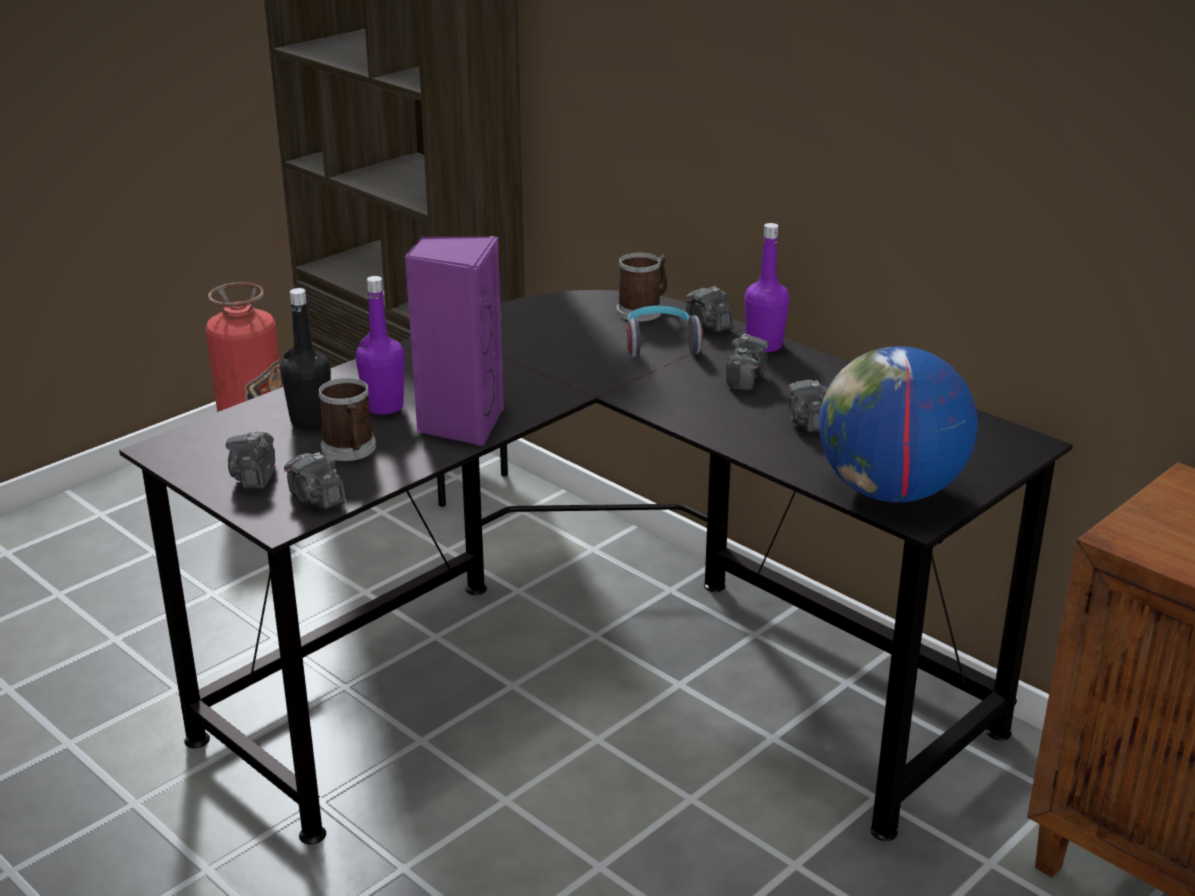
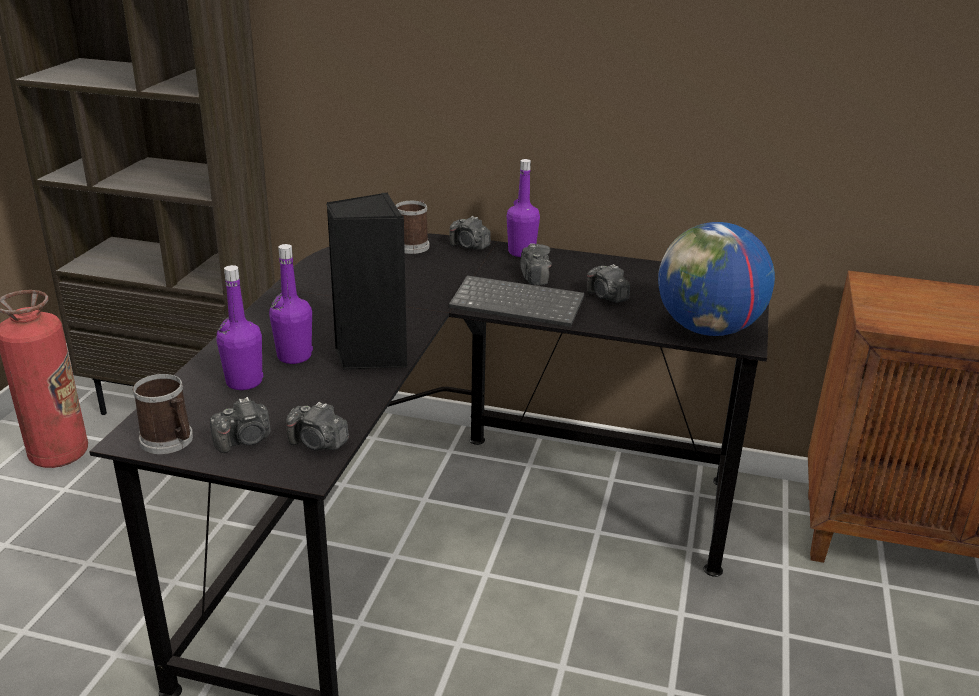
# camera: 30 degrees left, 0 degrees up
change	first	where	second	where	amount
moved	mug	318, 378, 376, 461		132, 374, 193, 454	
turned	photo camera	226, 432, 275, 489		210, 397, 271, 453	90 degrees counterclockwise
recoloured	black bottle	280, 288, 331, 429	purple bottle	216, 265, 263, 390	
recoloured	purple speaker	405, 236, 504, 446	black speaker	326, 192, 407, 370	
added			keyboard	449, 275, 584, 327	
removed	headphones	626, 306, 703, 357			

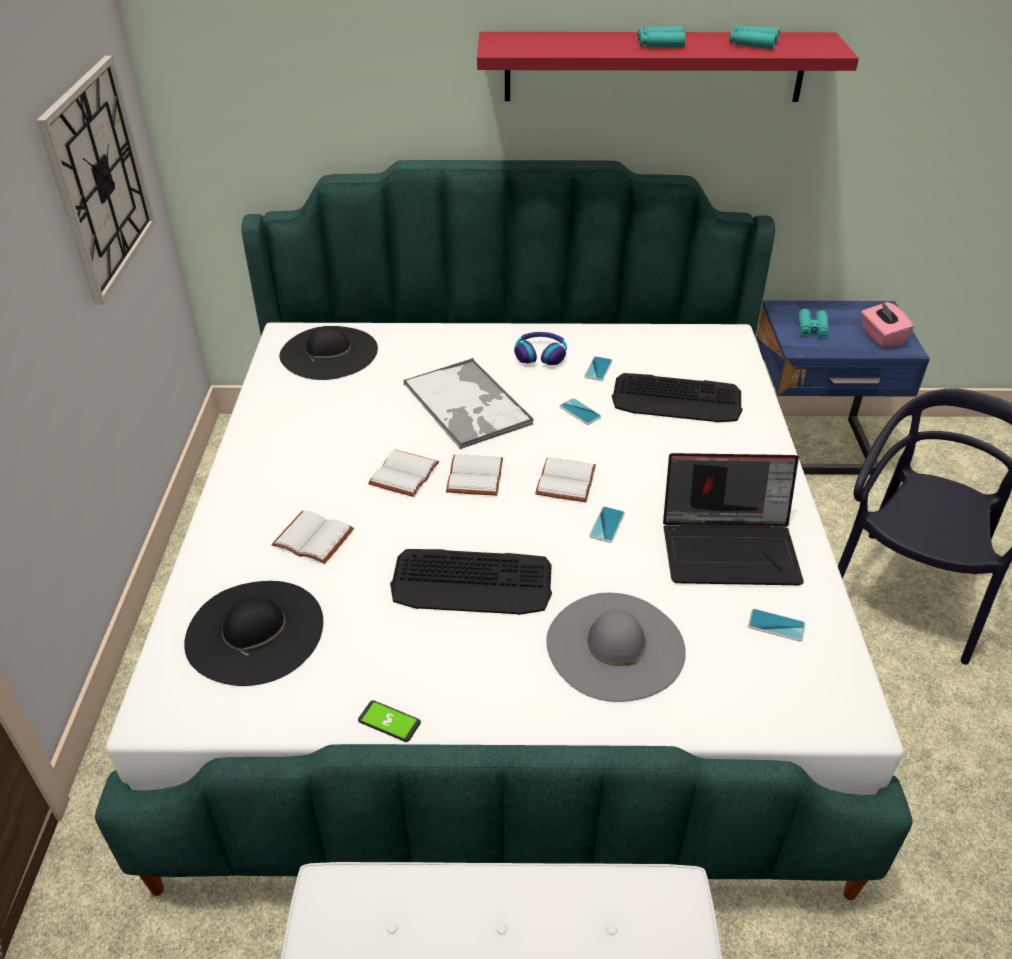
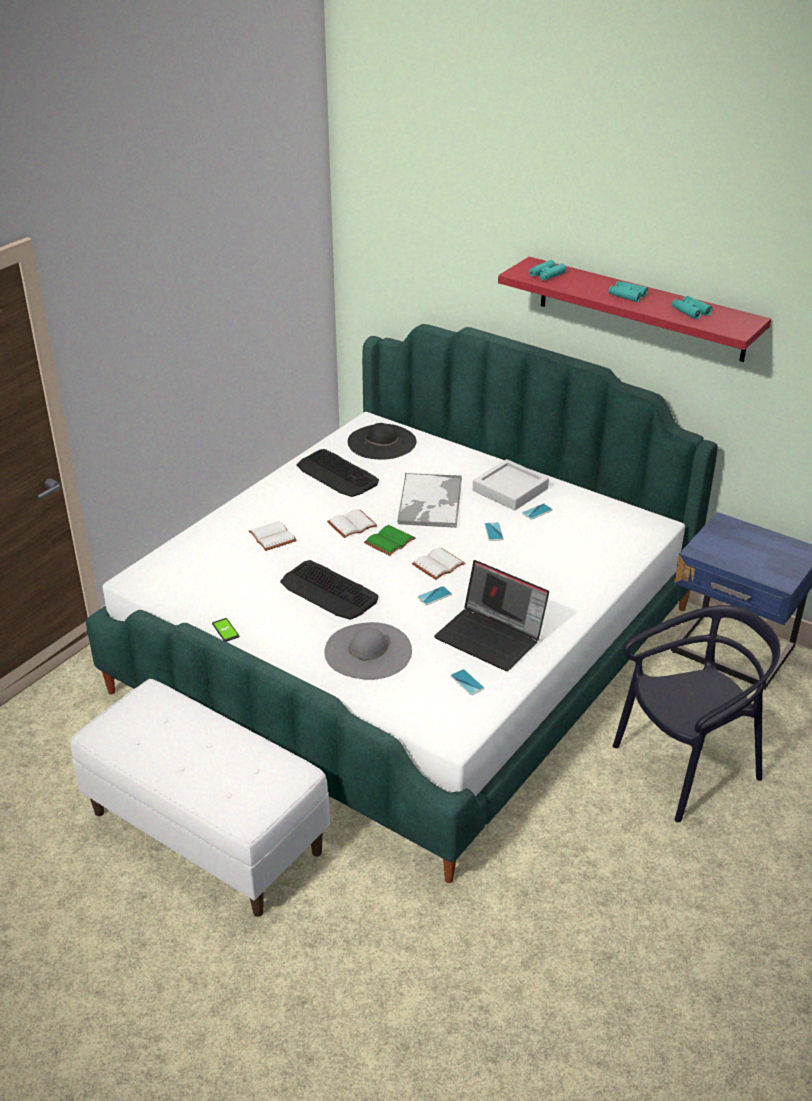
# camera: 35 degrees right, 5 degrees down
change	first	where	second	where	amount
moved	keyboard	612, 373, 743, 422		297, 449, 379, 497	
recoloured	white book	446, 455, 503, 496	green book	364, 525, 416, 556	
replaced	headphones	514, 332, 567, 365	grey tray	473, 459, 549, 510	
moved	turquoise binoculars	799, 309, 829, 338		529, 260, 566, 281	
removed	wall clock	36, 56, 155, 305			
removed	black hat	184, 581, 323, 686			
removed	pink tissue box	861, 301, 914, 348			

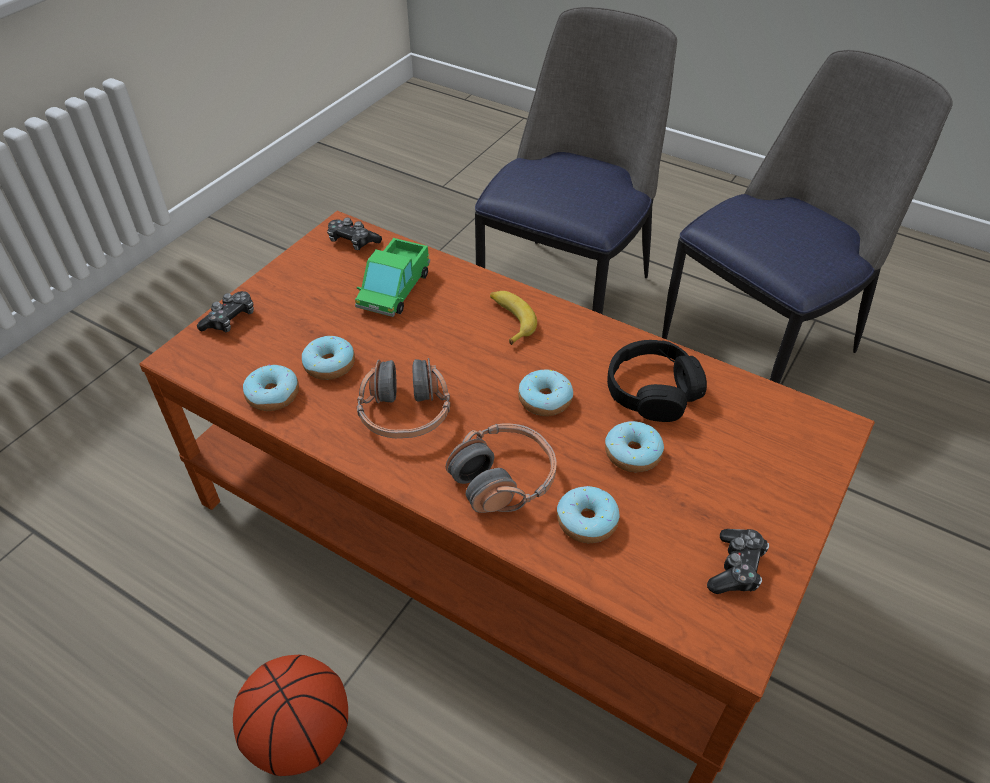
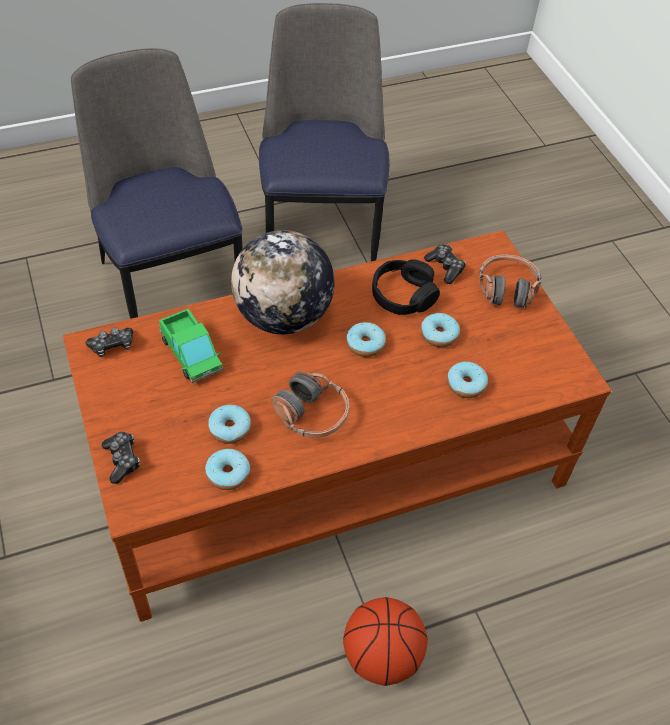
# camera: 55 degrees left, 5 degrees up
change	first	where	second	where	amount
replaced	banana	490, 291, 537, 345	globe	231, 230, 335, 334	
moved	game controller	707, 529, 769, 594		424, 244, 466, 284	
moved	headphones	446, 423, 557, 513		479, 254, 541, 309	

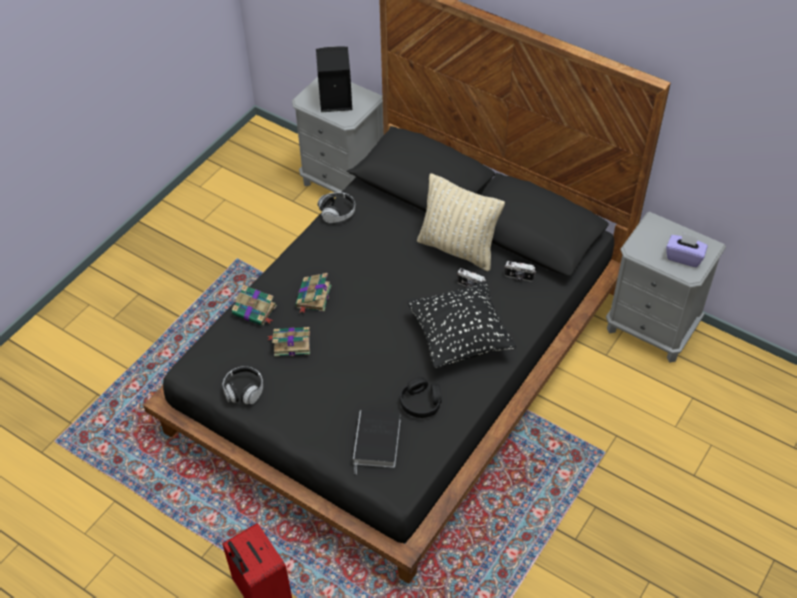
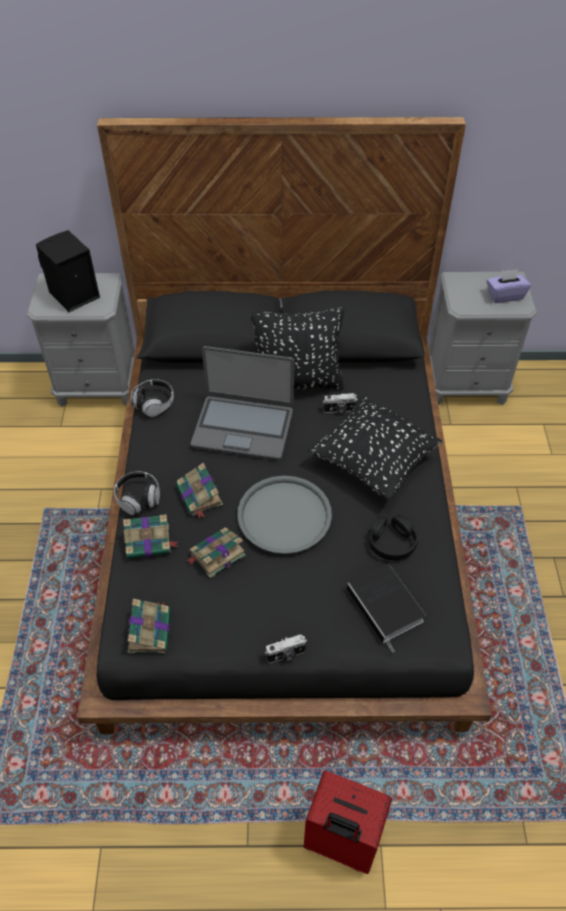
# camera: 35 degrees left, 0 degrees up
change	first	where	second	where	amount
moved	headphones	222, 366, 263, 404		114, 471, 160, 515	
added			book	127, 599, 171, 653	
added			laptop	191, 346, 294, 461	
added			grey tray	237, 476, 332, 554	
recoloured	beige pillow	417, 173, 505, 271	black pillow	251, 308, 344, 390	
moved	photo camera	505, 261, 536, 282		265, 634, 307, 663	

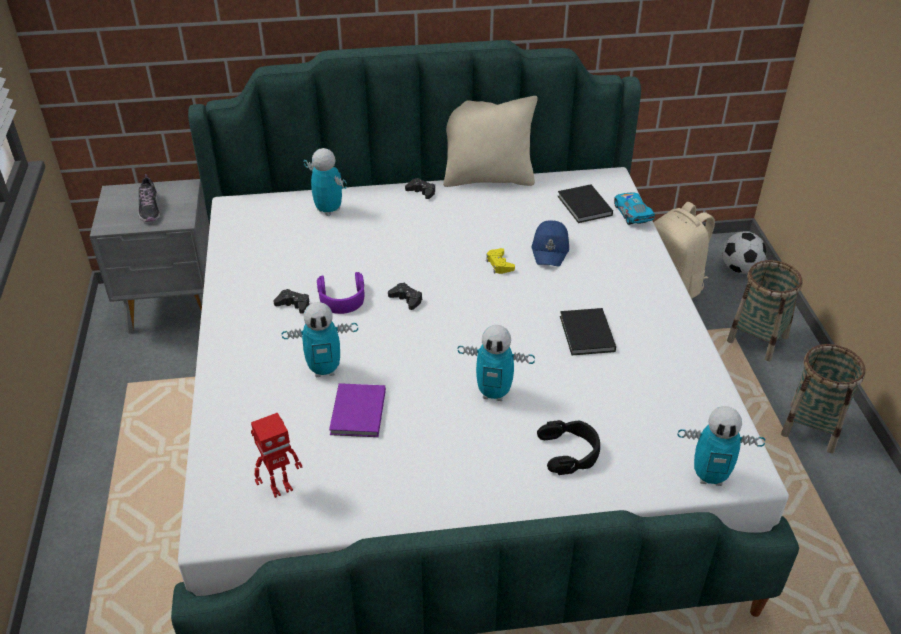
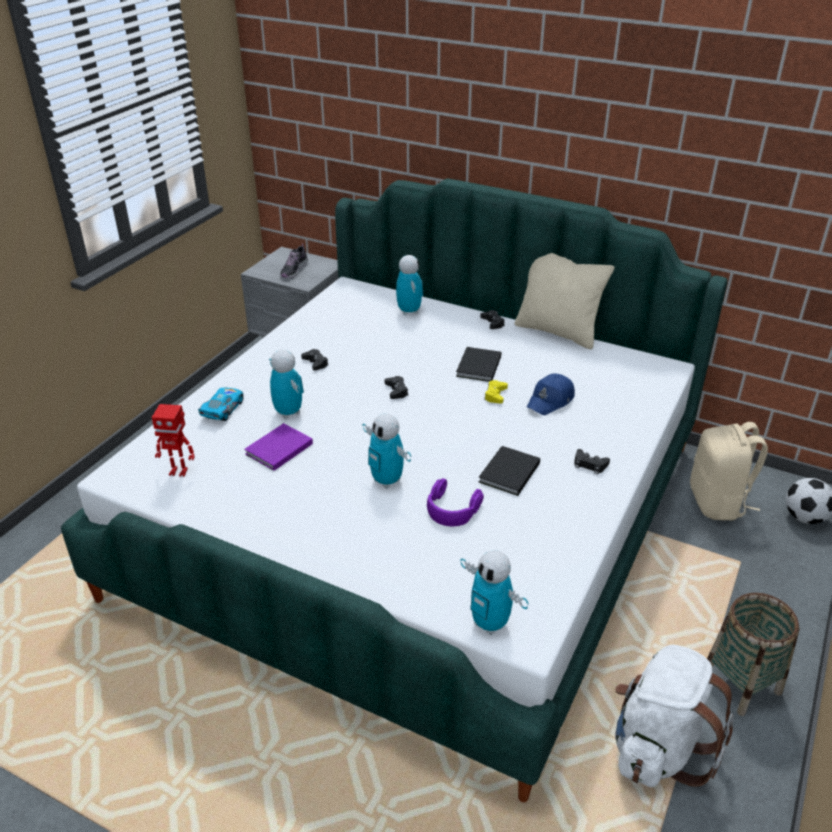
# camera: 35 degrees right, 5 degrees down
change	first	where	second	where	amount
moved	toy car	614, 193, 655, 225		198, 388, 243, 421	
turned	toy robot	282, 302, 358, 377		269, 349, 304, 419	150 degrees counterclockwise
moved	purple headphones	317, 272, 364, 314		427, 478, 484, 526	
moved	black book	558, 184, 613, 223		456, 347, 501, 382	
added			black game controller	574, 449, 610, 475	
added			white backpack	615, 644, 734, 787	
removed	black headphones	537, 420, 600, 475			
removed	basket	727, 260, 802, 361			

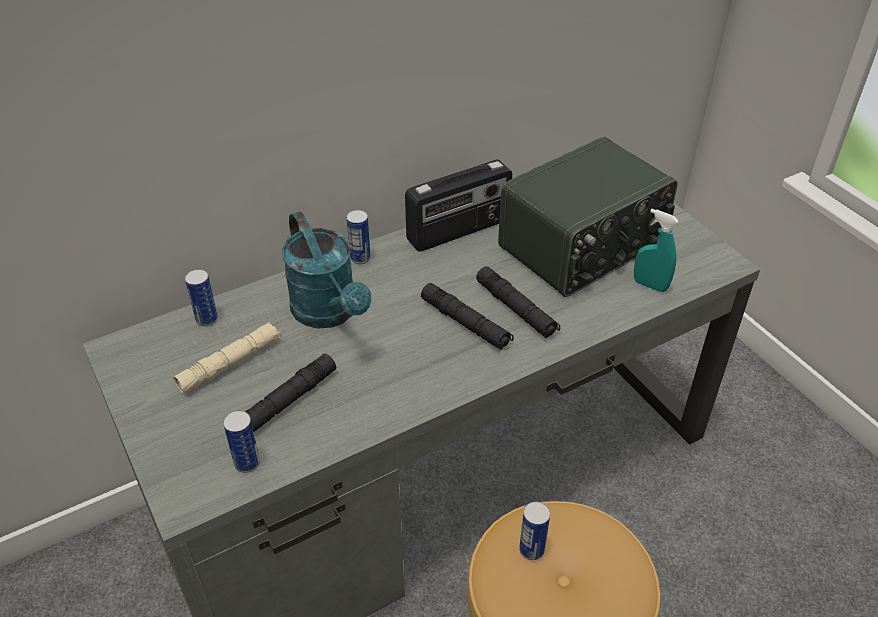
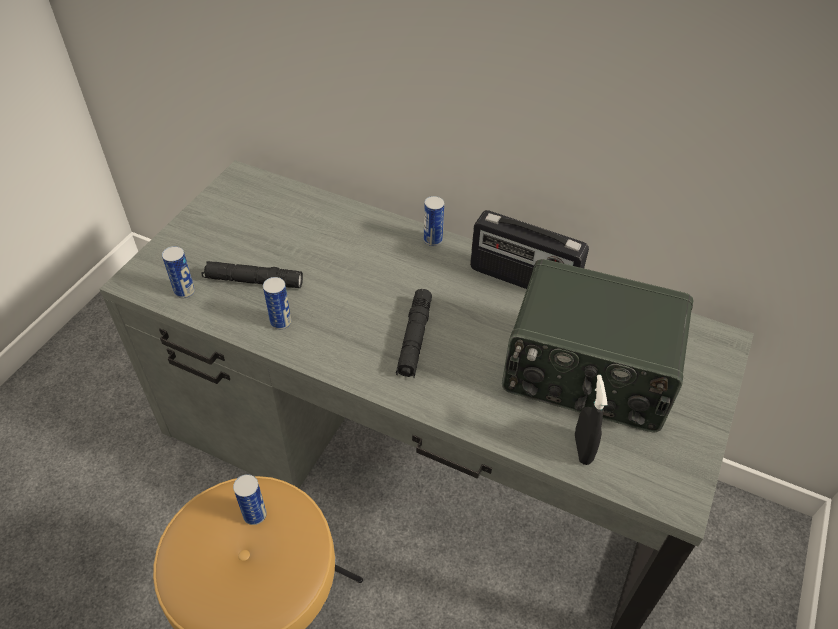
# camera: 55 degrees right, 5 degrees up
change	first	where	second	where	amount
moved	can	185, 269, 218, 326		263, 277, 291, 330	
recoloured	turquoise spray bottle	634, 209, 679, 292	black spray bottle	575, 375, 607, 465	
removed	beige flashlight	173, 322, 282, 394			
removed	turquoise watering can	282, 212, 371, 329			
removed	black flashlight	476, 266, 560, 338			

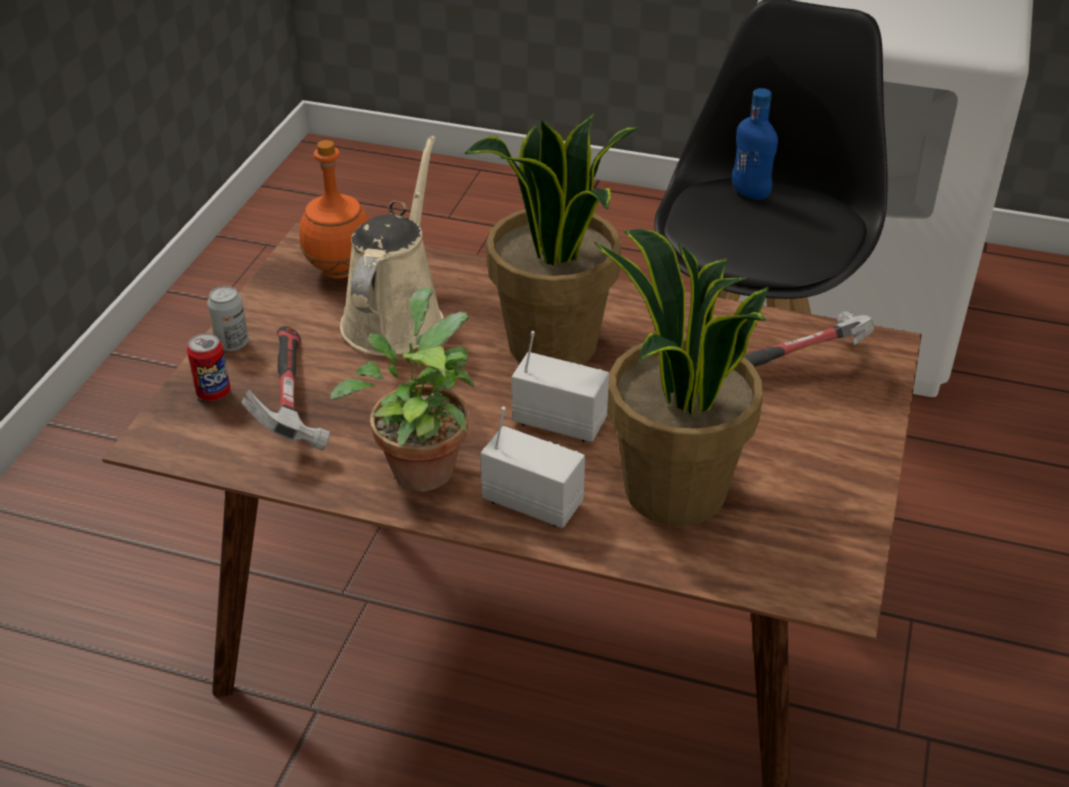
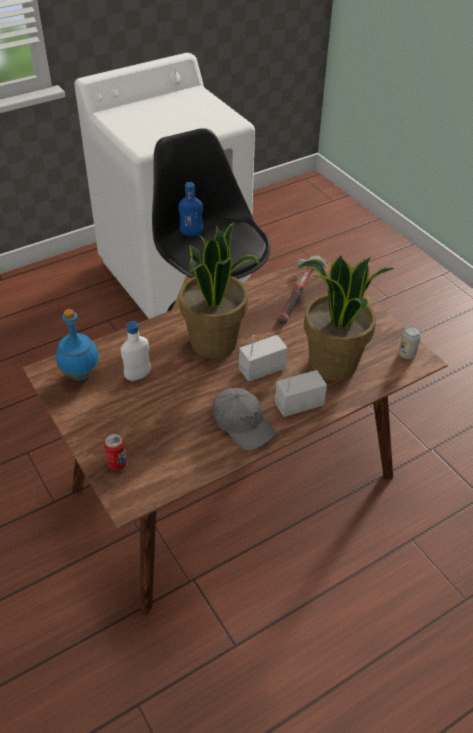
# camera: 50 degrees left, 5 degrees up
change	first	where	second	where	amount
recoloured	orange bottle	299, 140, 369, 279	blue bottle	56, 309, 100, 381	
replaced	beige watering can	340, 135, 444, 356	white bottle	121, 321, 151, 381	
replaced	potted plant	330, 287, 475, 492	grey cap	212, 388, 276, 450	
moved	can	207, 286, 249, 351		399, 326, 421, 359	
removed	hammer	241, 326, 330, 450			

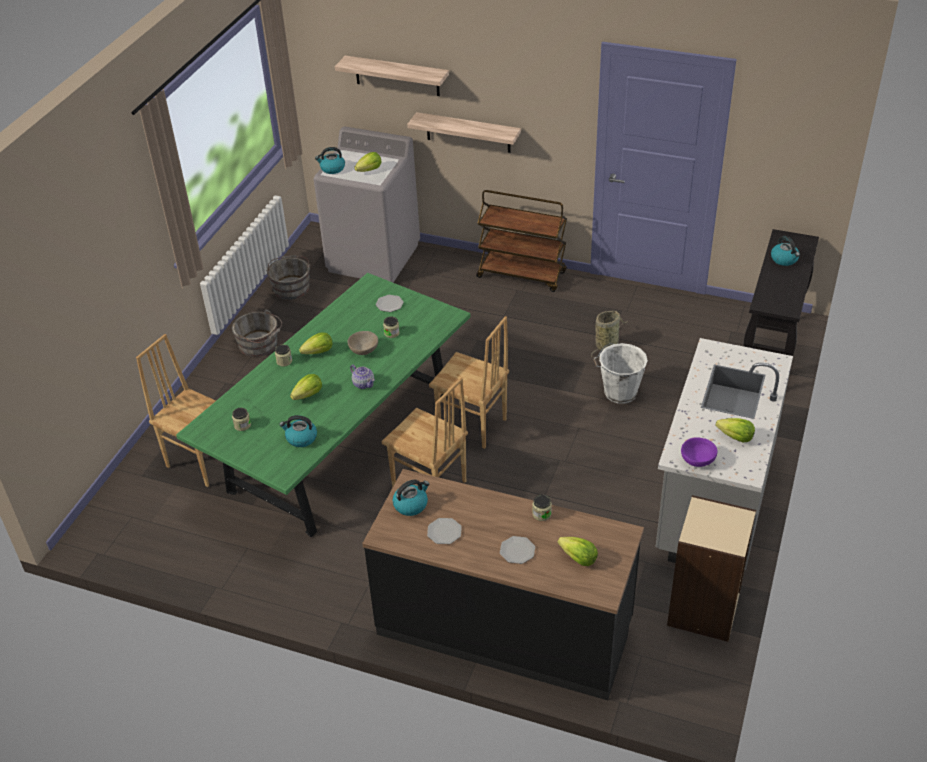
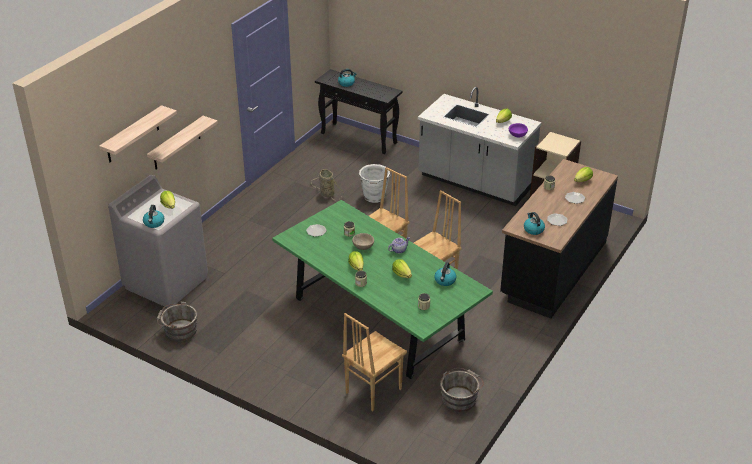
# camera: 80 degrees left, 5 degrees down
change	first	where	second	where	amount
moved	grey bucket	232, 309, 282, 357		440, 368, 484, 412	
removed	brown cart	476, 190, 567, 292			

